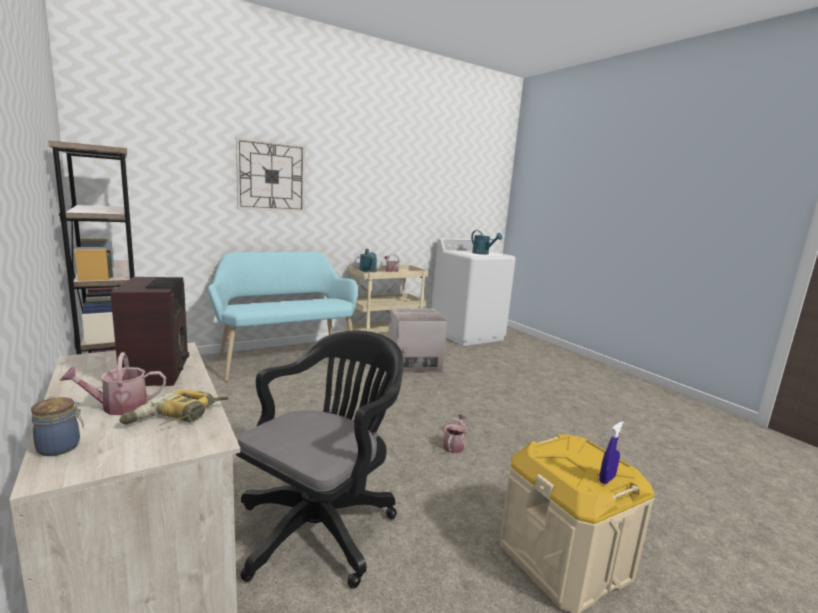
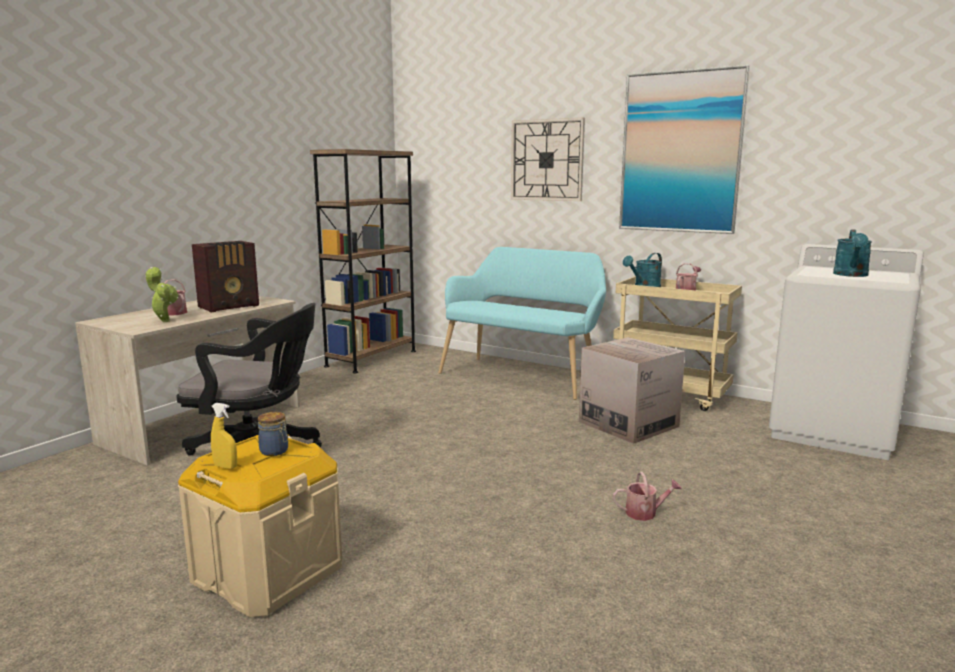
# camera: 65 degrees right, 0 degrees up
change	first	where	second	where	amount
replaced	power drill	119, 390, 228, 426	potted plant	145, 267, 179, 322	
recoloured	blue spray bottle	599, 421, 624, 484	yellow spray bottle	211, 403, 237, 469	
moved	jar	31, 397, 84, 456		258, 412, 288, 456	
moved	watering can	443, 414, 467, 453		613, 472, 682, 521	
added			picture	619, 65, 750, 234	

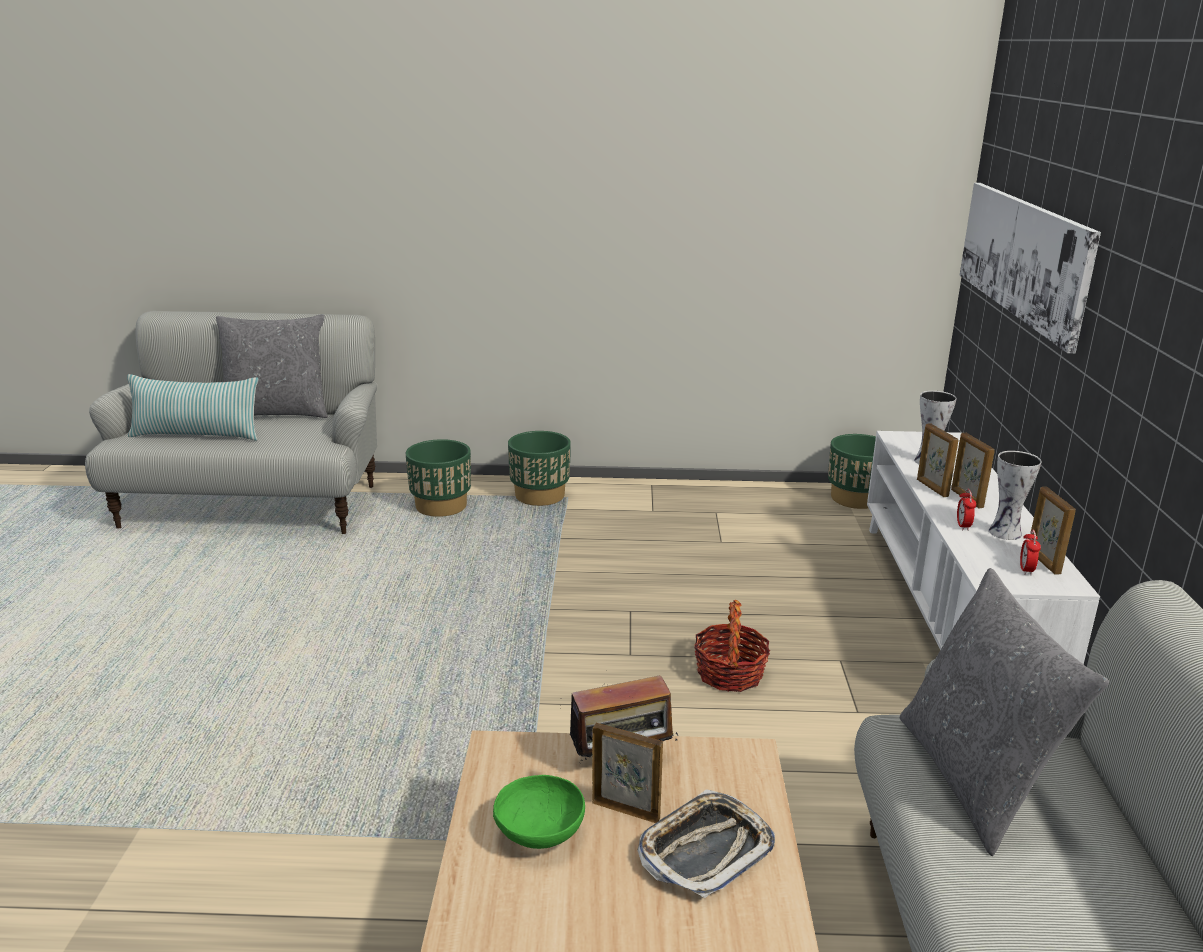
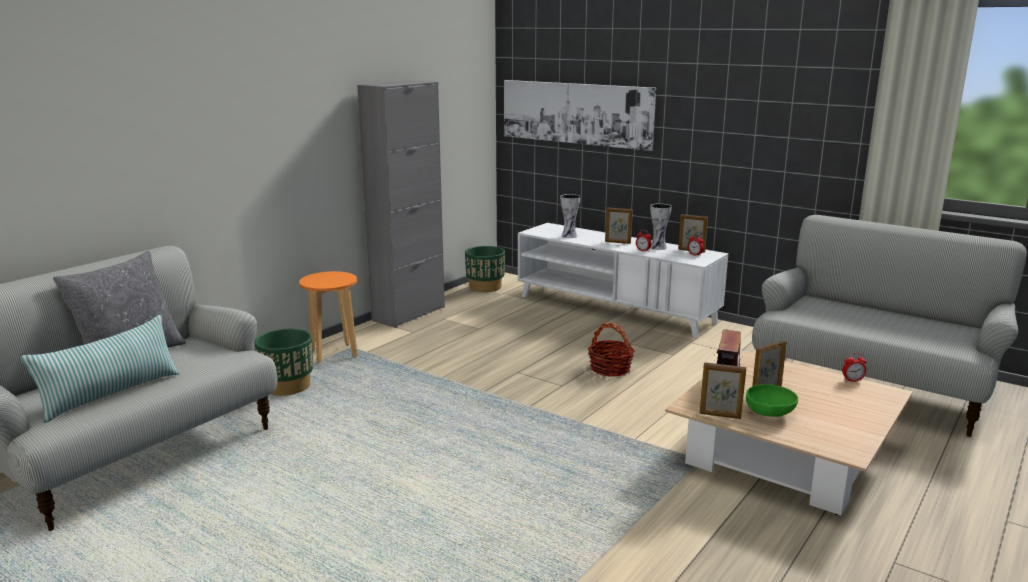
# camera: 55 degrees left, 5 degrees down
change	first	where	second	where	amount
replaced	green planter	508, 431, 571, 506	orange stool	299, 271, 358, 364	
added			grey cabinet	357, 80, 445, 328	
moved	picture frame	917, 424, 959, 497		699, 362, 746, 419	
added			alarm clock	842, 353, 866, 382	
removed	tray	637, 789, 775, 898			
removed	grey pillow	900, 568, 1109, 856			

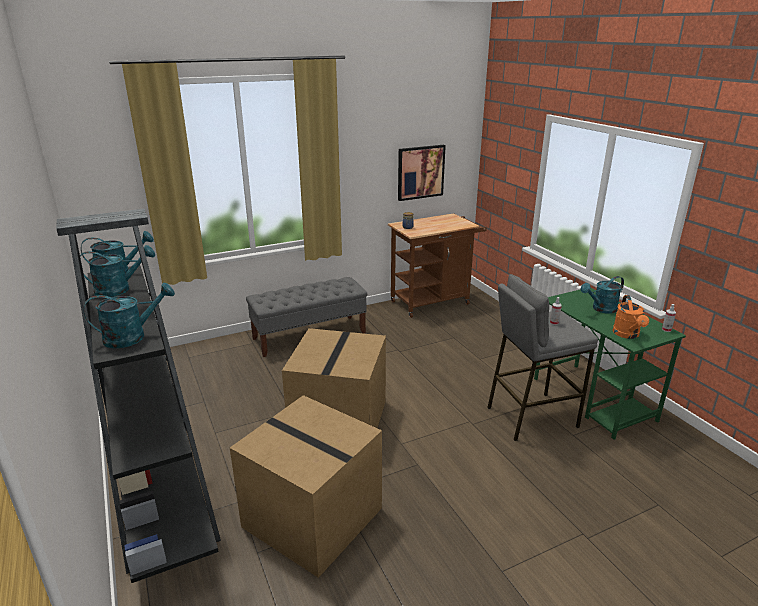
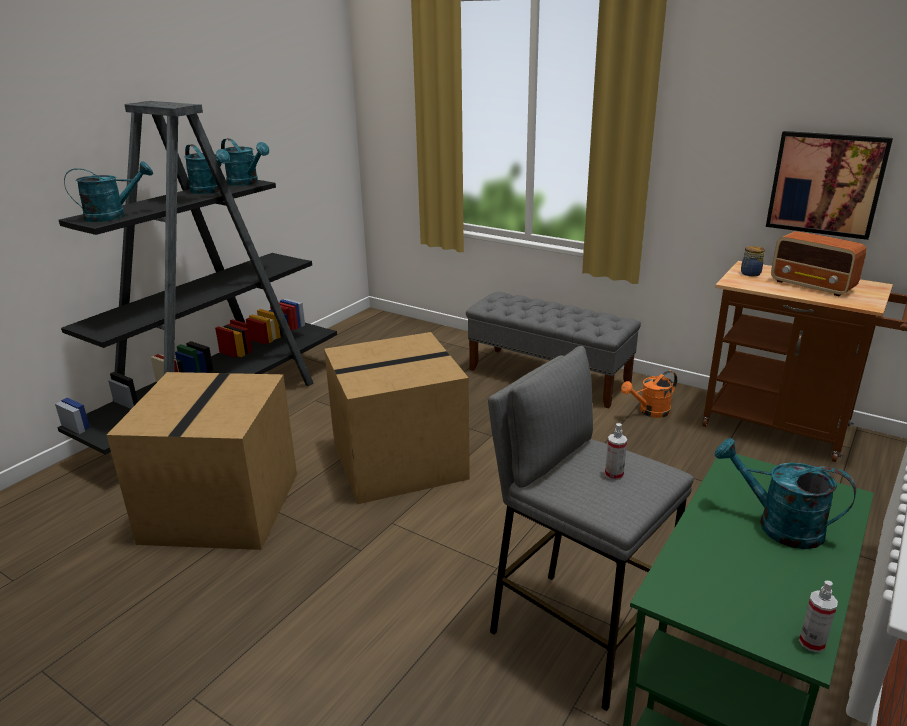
# camera: 60 degrees right, 0 degrees up
change	first	where	second	where	amount
turned	turquoise watering can	83, 283, 175, 348		64, 161, 153, 222	60 degrees counterclockwise
moved	orange watering can	612, 295, 649, 339		621, 371, 677, 418	
added			radio	771, 231, 866, 296	

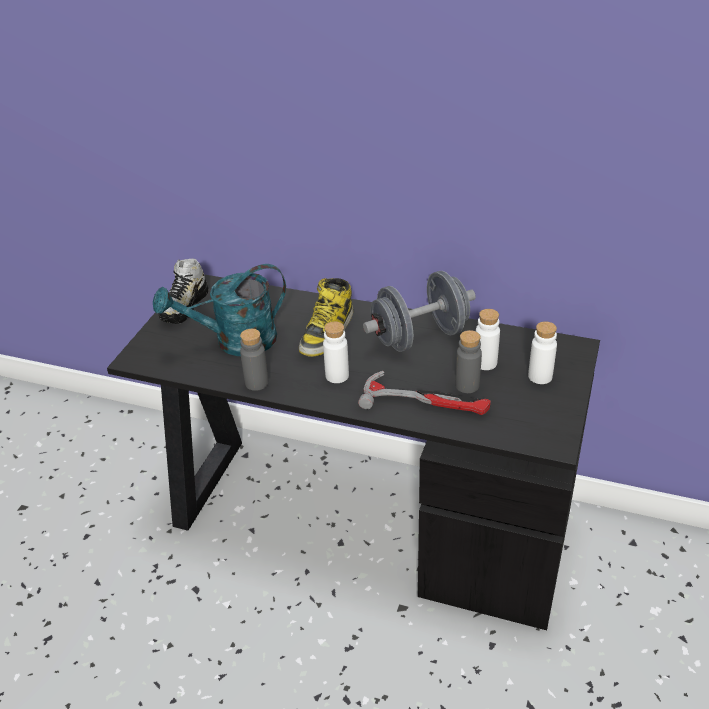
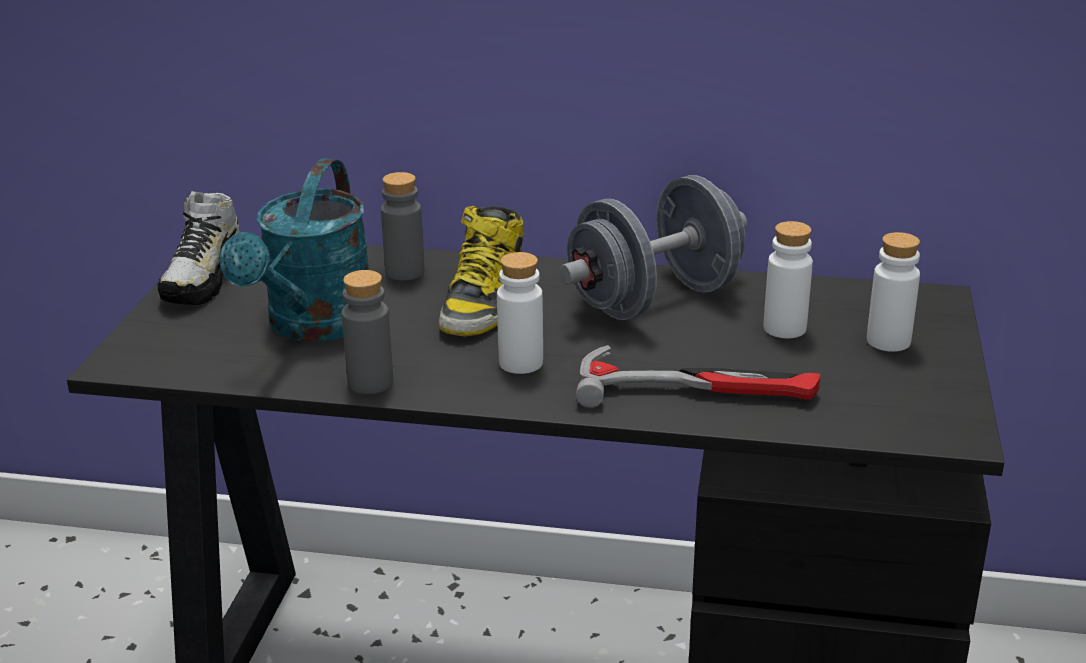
# camera: 10 degrees left, 10 degrees down
change	first	where	second	where	amount
turned	turquoise watering can	153, 264, 286, 356		219, 158, 369, 342	45 degrees counterclockwise
moved	grey bottle	455, 330, 482, 393		381, 172, 425, 281	

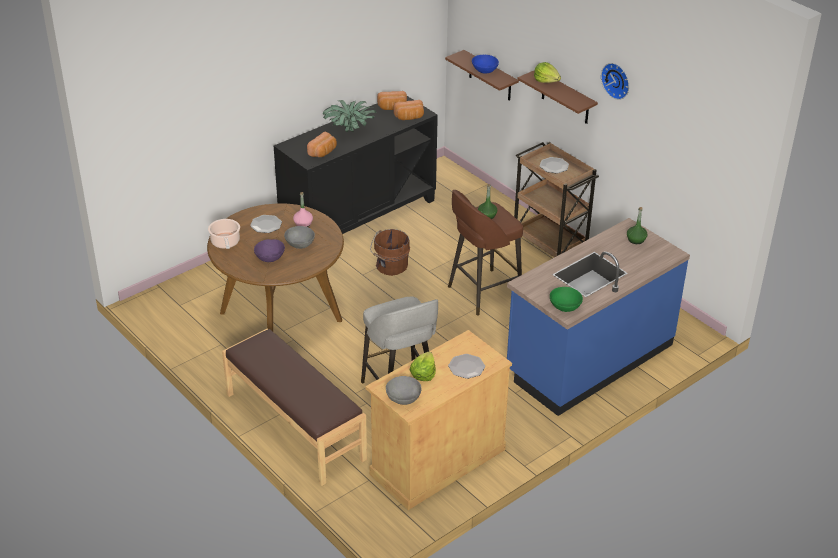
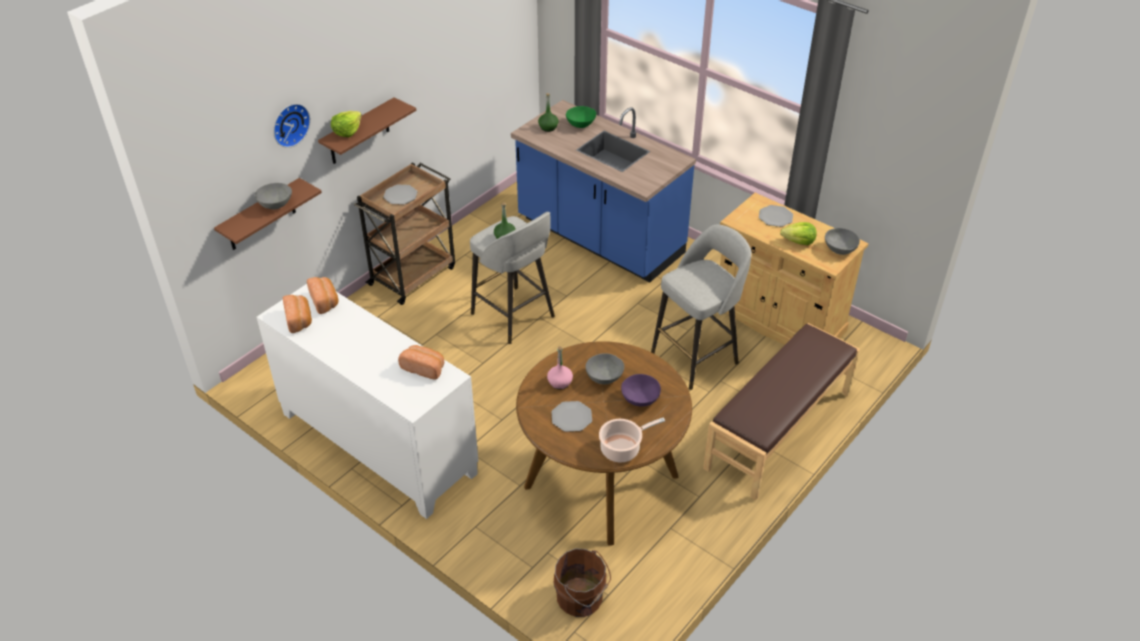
# camera: 100 degrees left, 5 degrees up
change	first	where	second	where	amount
recoloured	blue bowl	472, 55, 499, 74	grey bowl	255, 183, 292, 209	
recoloured	black cabinet	274, 96, 438, 234	white cabinet	257, 284, 478, 519	
moved	wall clock	601, 63, 629, 100		273, 104, 310, 148	
recoloured	brown stool	448, 190, 523, 316	grey stool	470, 212, 555, 344	
moved	brown bucket	370, 229, 410, 276		553, 549, 611, 617	
moved	green bowl	550, 287, 583, 312		566, 106, 596, 128	
removed	potted plant	322, 100, 376, 132			

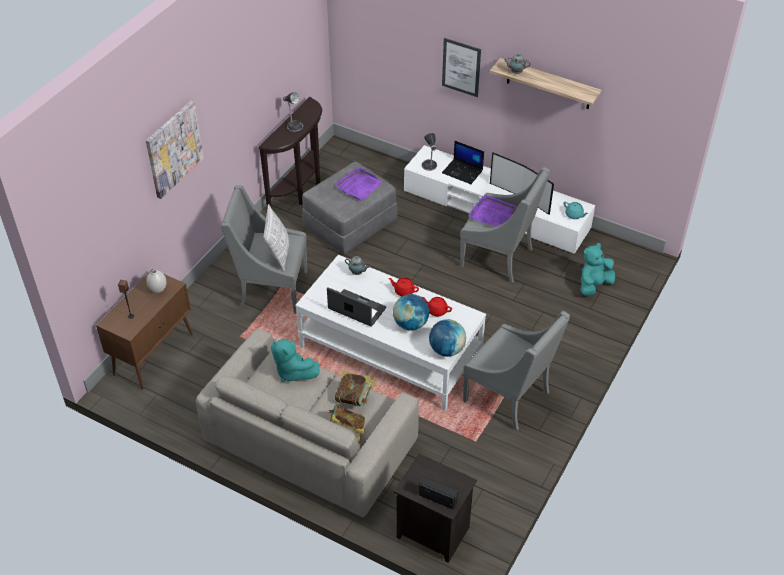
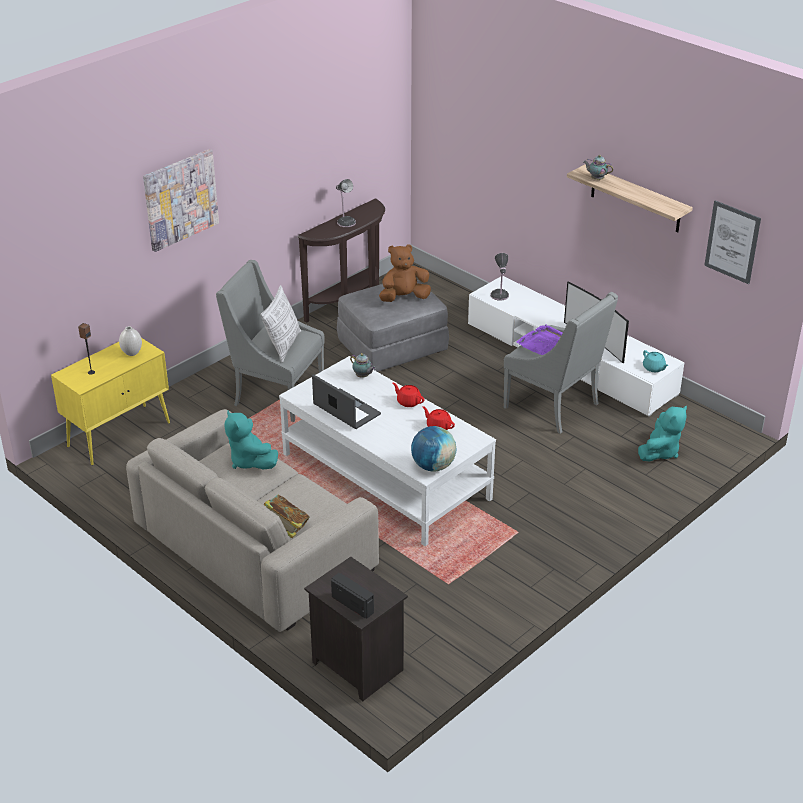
# camera: 15 degrees right, 10 degrees down
change	first	where	second	where	amount
recoloured	brown cabinet	96, 269, 193, 390	yellow cabinet	51, 338, 170, 465	
replaced	purple tray	336, 168, 382, 201	brown plush toy	379, 244, 431, 302	
turned	turquoise plush toy	581, 243, 615, 296		638, 406, 687, 461	150 degrees clockwise
moved	picture	442, 38, 481, 97		704, 200, 761, 284	
removed	book	334, 371, 375, 406			
removed	globe	393, 294, 429, 330			
removed	laptop	442, 141, 484, 184			
removed	grey armchair	463, 311, 570, 430			

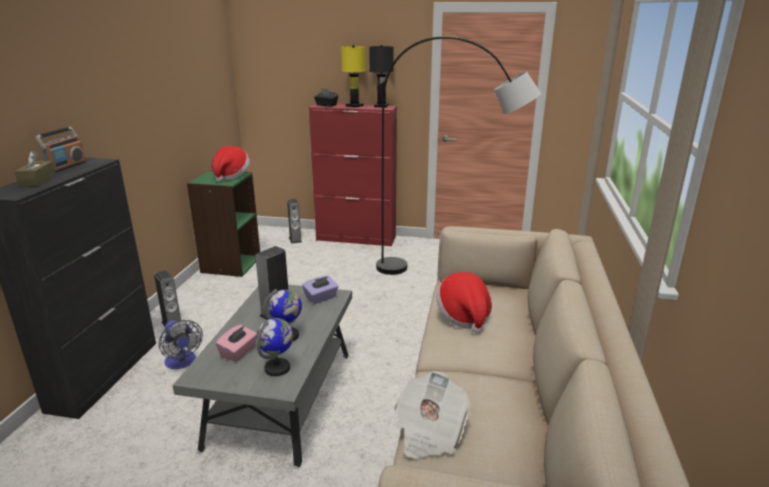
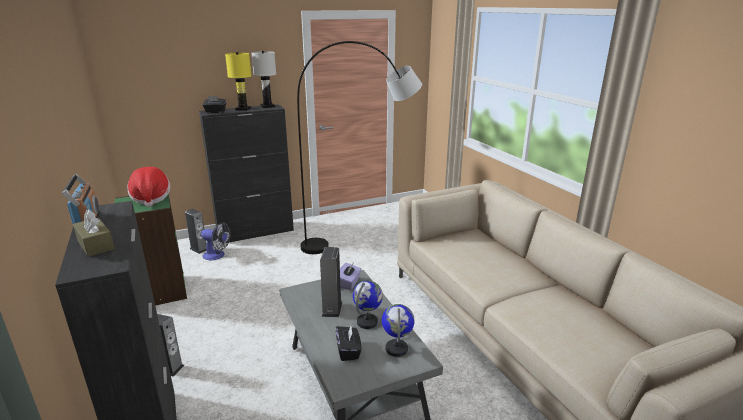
# camera: 35 degrees left, 0 degrees up
change	first	where	second	where	amount
recoloured	red cabinet	309, 104, 397, 246	black cabinet	199, 104, 294, 243	
moved	fan	159, 320, 203, 369		201, 223, 231, 260	
recoloured	black table lamp	369, 45, 394, 108	white table lamp	251, 51, 276, 108	
recoloured	pink tissue box	216, 324, 257, 362	black tissue box	336, 326, 362, 361	
removed	newspaper	395, 371, 471, 458			
removed	hat	436, 272, 492, 334			

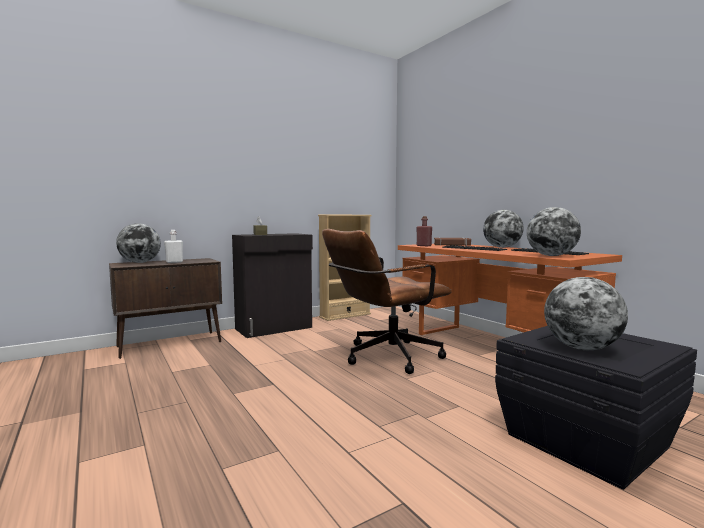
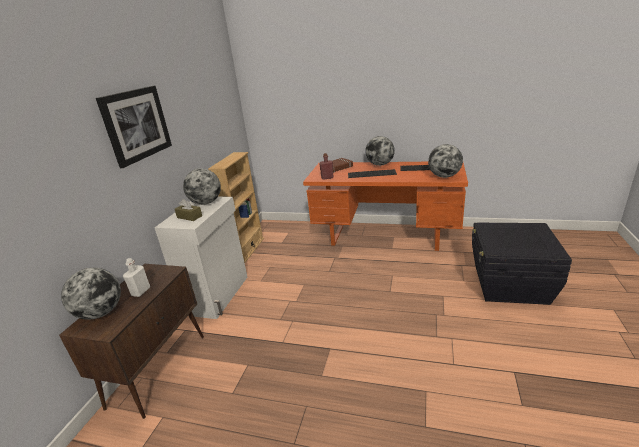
# camera: 40 degrees left, 20 degrees up
change	first	where	second	where	amount
added			picture	96, 86, 172, 168	
recoloured	black cabinet	232, 233, 313, 338	white cabinet	155, 197, 247, 319	
moved	globe	544, 277, 628, 350		183, 168, 221, 205	
removed	brown office chair	322, 229, 452, 374			

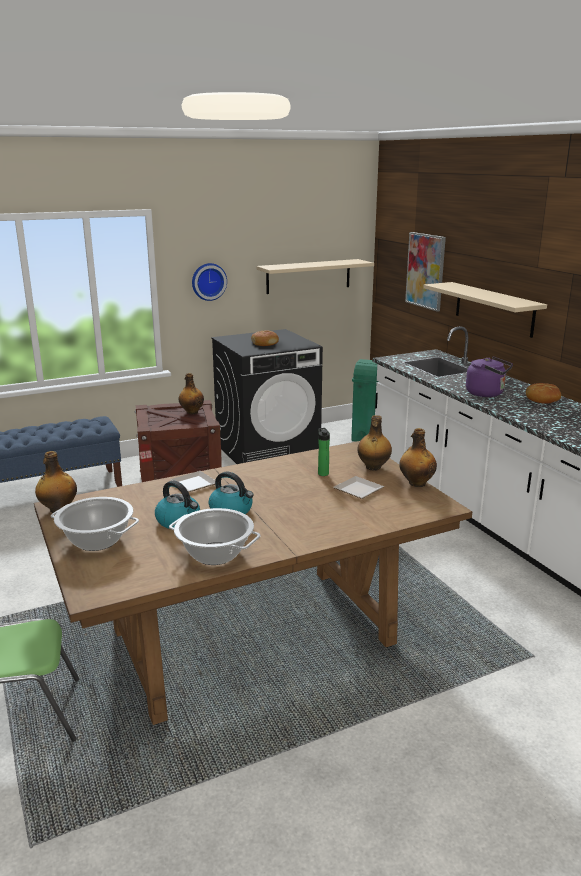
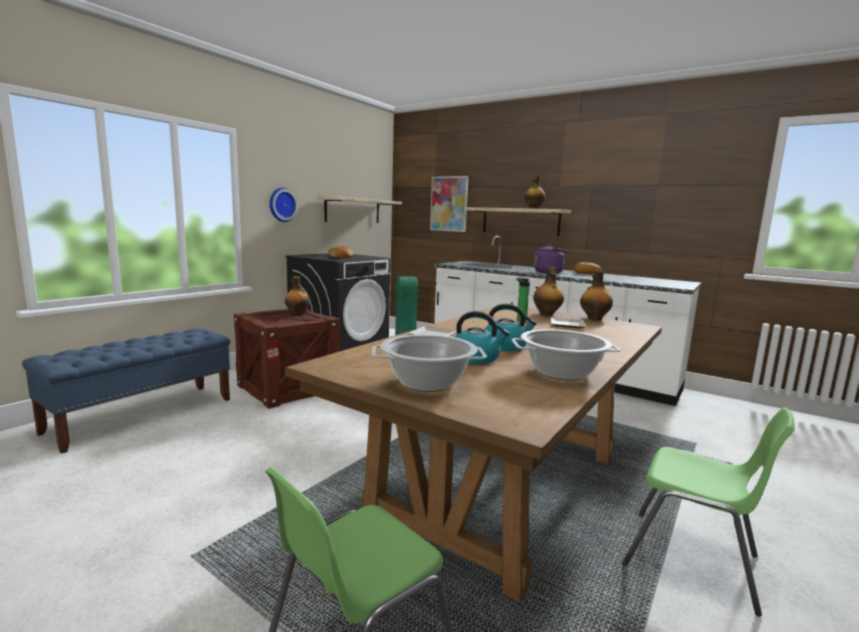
# camera: 30 degrees left, 10 degrees down
change	first	where	second	where	amount
moved	bottle	35, 451, 77, 513		525, 175, 545, 209	
added			green chair	622, 408, 795, 617	

